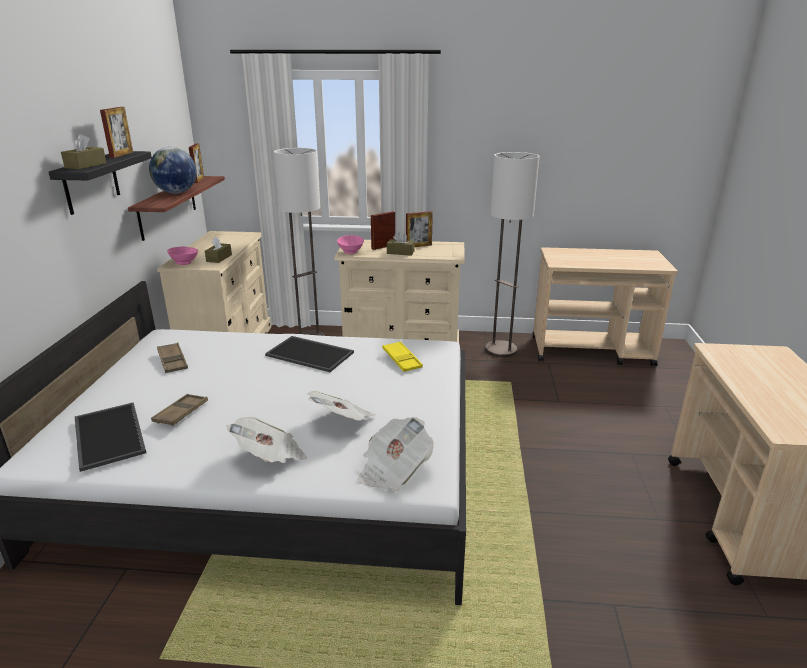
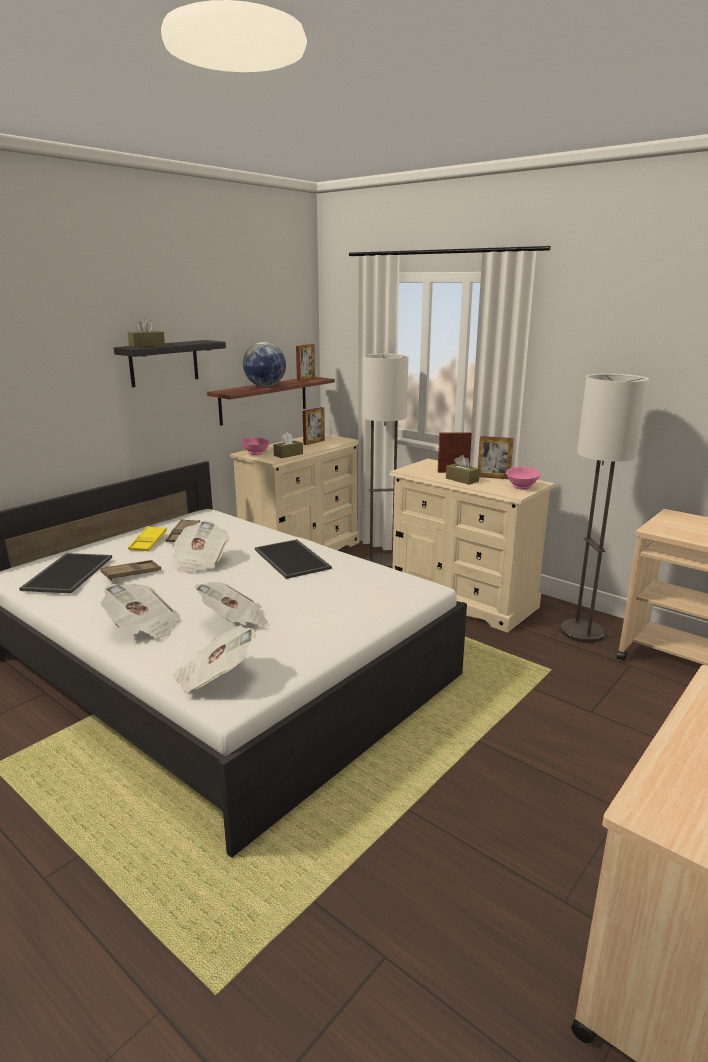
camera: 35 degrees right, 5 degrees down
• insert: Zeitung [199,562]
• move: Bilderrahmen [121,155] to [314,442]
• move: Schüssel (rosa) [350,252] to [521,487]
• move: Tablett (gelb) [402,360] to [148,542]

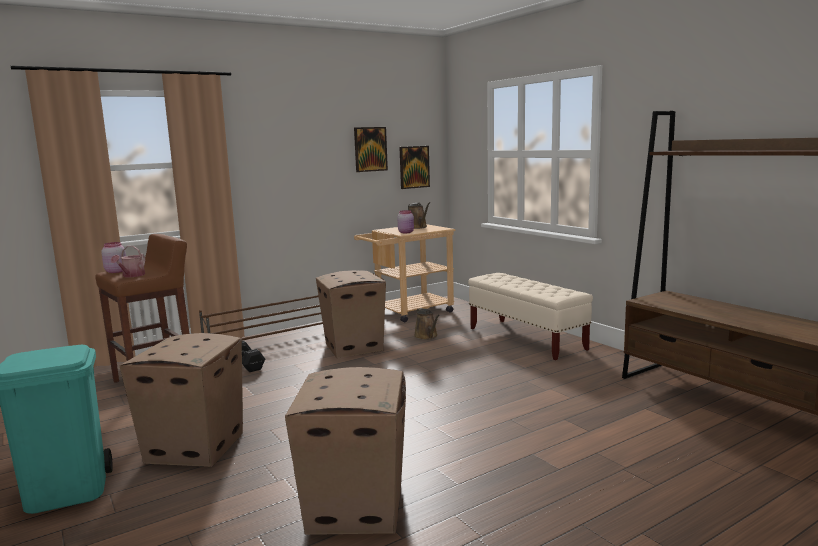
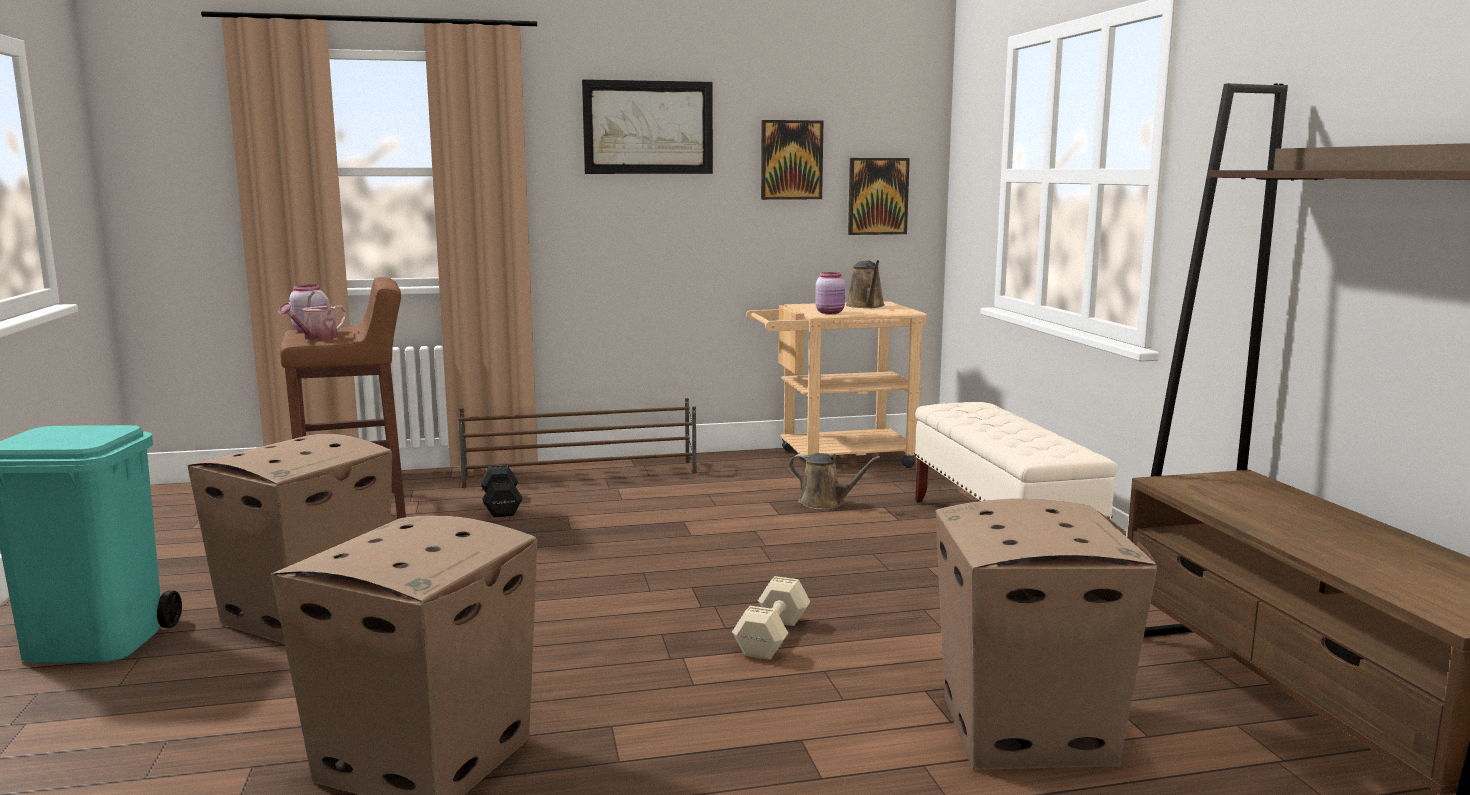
camera: 20 degrees right, 0 degrees up
• insert: Bild [648,127]
• insert: Hantel (beige) [774,636]
• move: Karton [353,347] to [1026,729]
• rotate: Gießkanne (braun) [427,336] = [825,503] 60 degrees counterclockwise

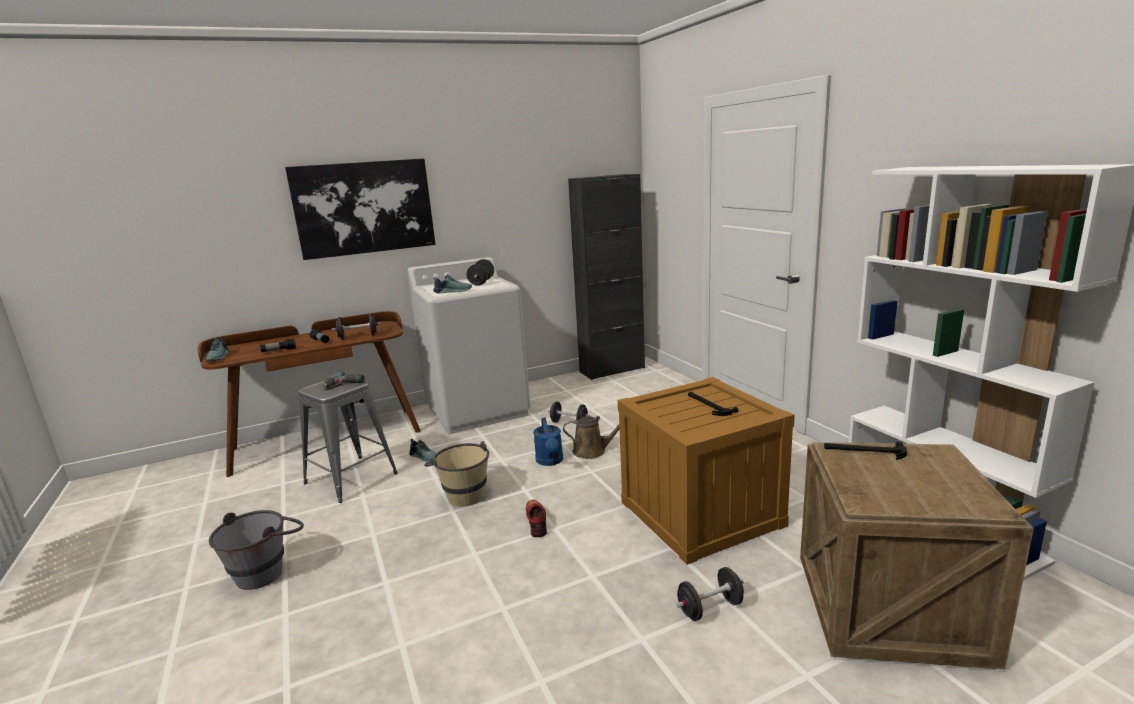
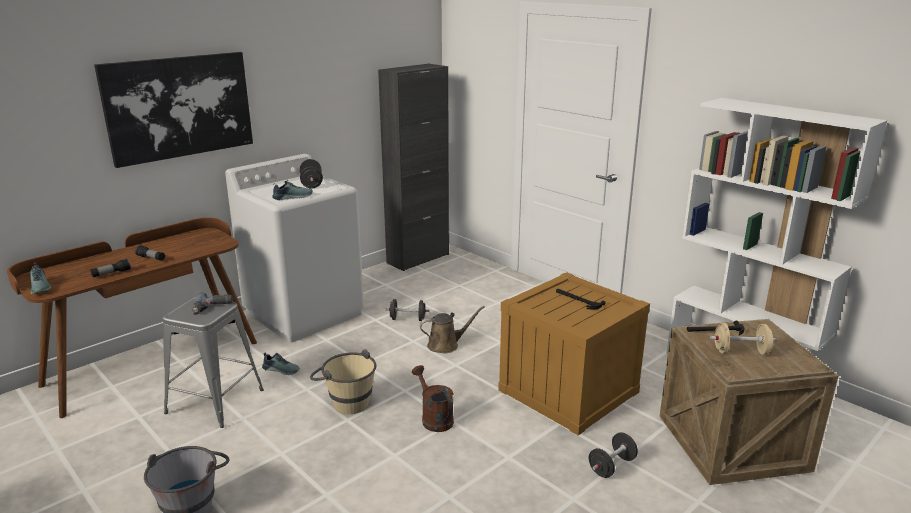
camera: 20 degrees left, 5 degrees up
• delete: Hantel (schwarz) [358,337]
• delete: Gießkanne (blau) [550,461]
• insert: Hantel (beige) [740,351]
• replace: Schuh (rot) [537,522] to Gießkanne (braun) [434,418]

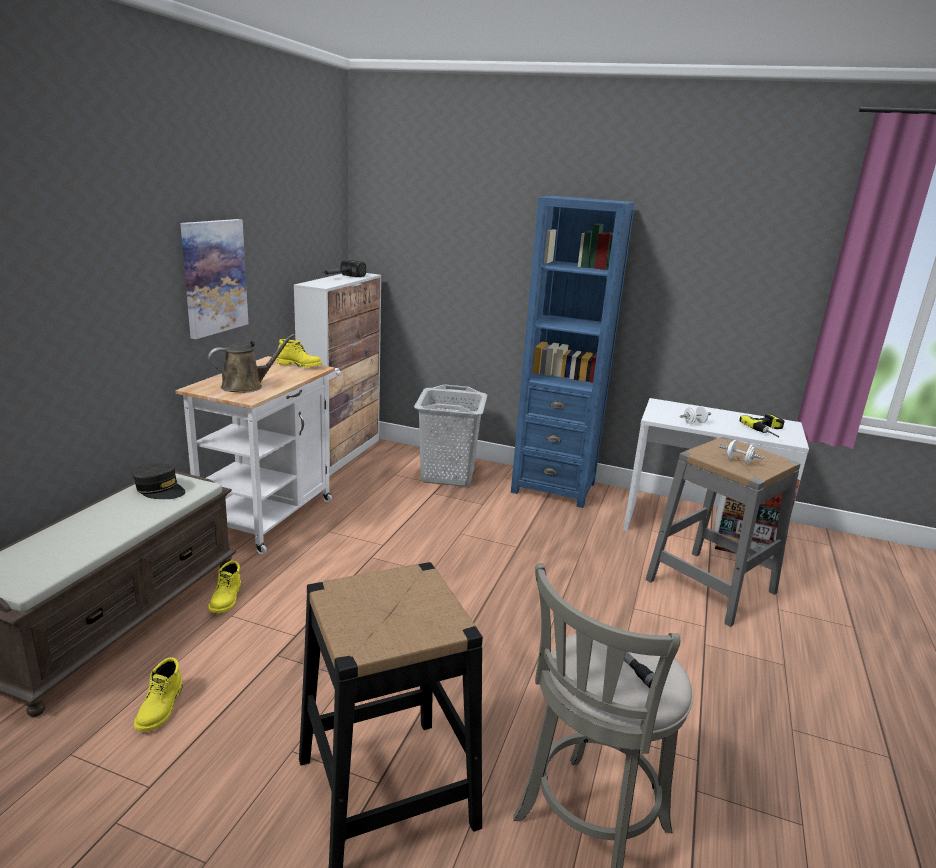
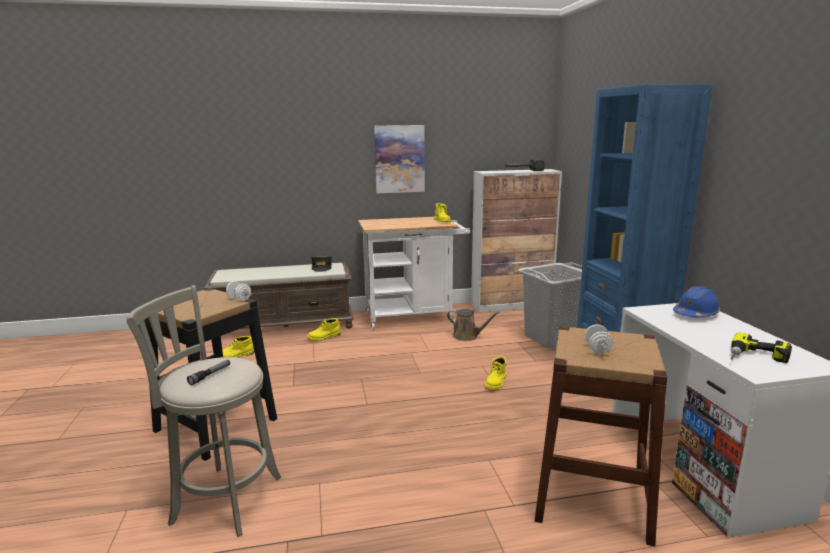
camera: 60 degrees right, 5 degrees down
• insert: Stiefel (gelb) [496,382]
• insert: Schutzhelm (blau) [695,314]
• move: Gießkanne (braun) [246,386] to [467,336]
• move: Hantel (weiß) [694,423] to [239,299]
• recolor: Hocker (grau) [710,586] to Hocker (braun) [592,495]

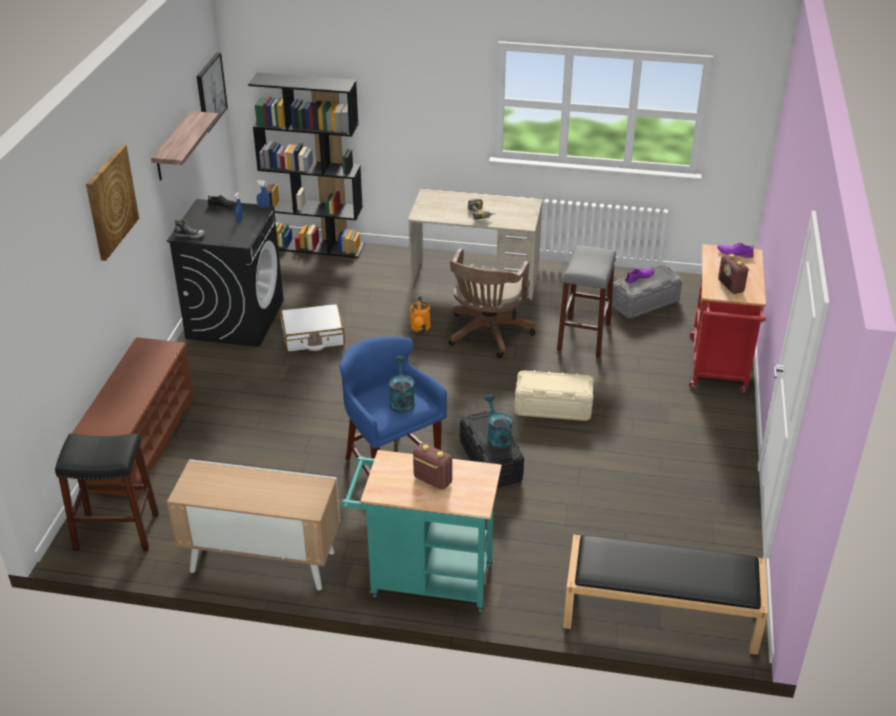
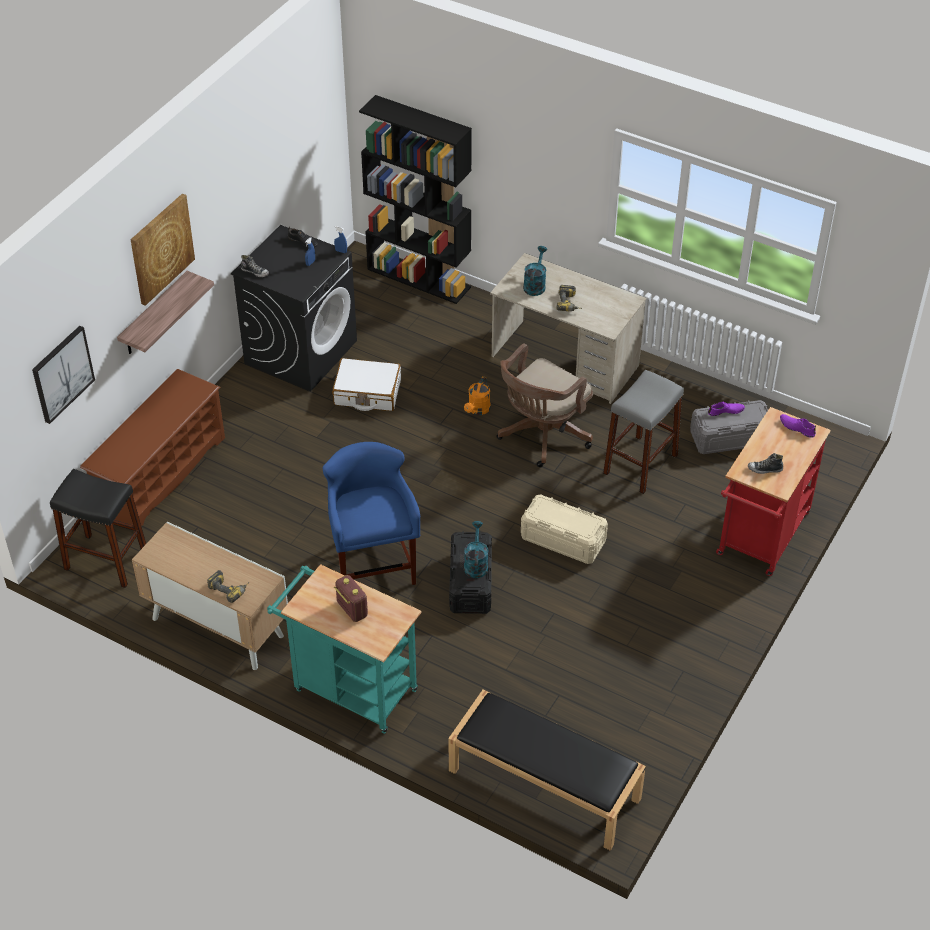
camera: 20 degrees right, 10 degrees up
• insert: Bohrmaschine [230,589]
• move: Wandregal [173,147] to [154,315]
• move: Bild [210,92] to [62,373]
• move: Gießkanne (türkis) [401,401] to [535,284]
• replace: Radio [731,287] to Schuh [765,469]

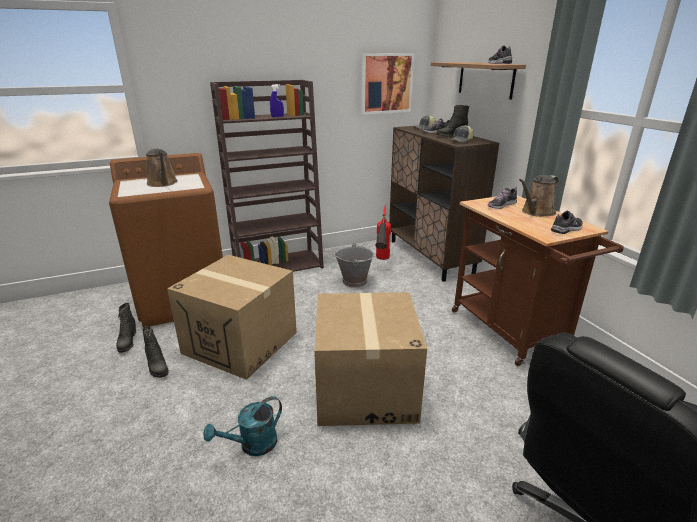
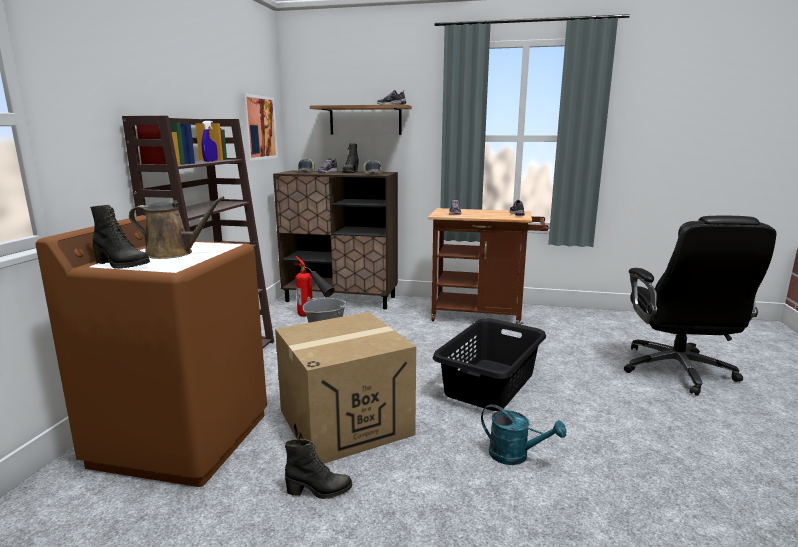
camera: 55 degrees left, 10 degrees down
• delete: Gießkanne (braun) [536,212]
• move: Stiefel (schwarz) [127,342] to [121,265]
• replace: Karton [365,388] to Wäschekorb (schwarz) [489,383]
• rotate: Gießkanne (türkis) [252,445] = [515,456] 60 degrees counterclockwise

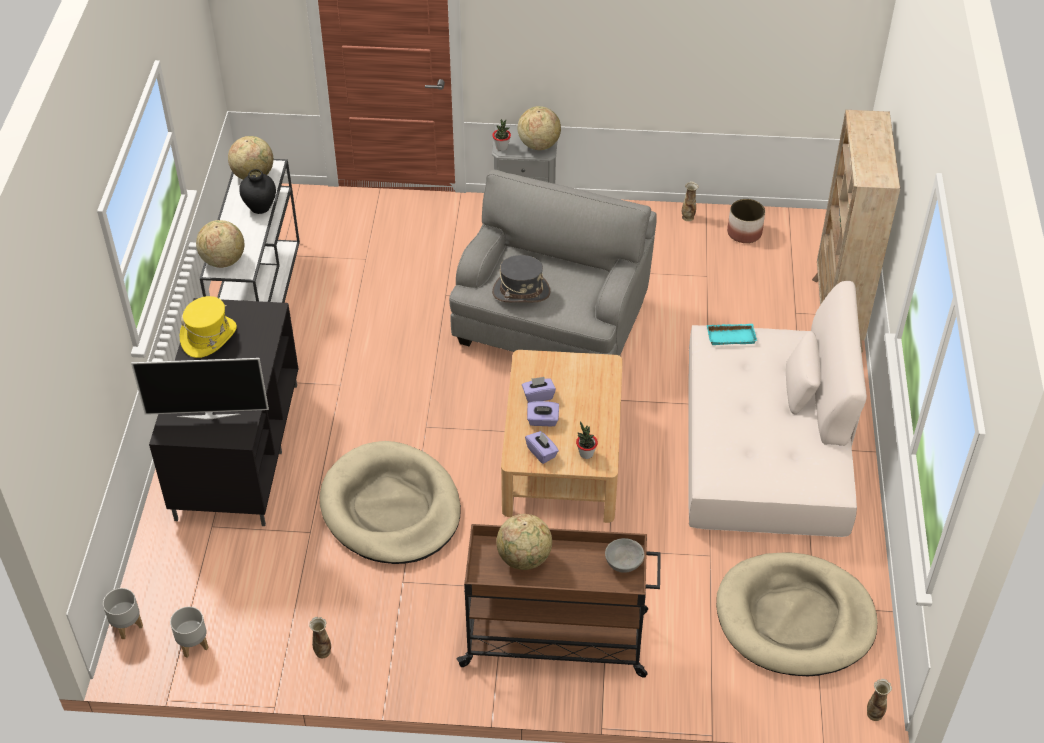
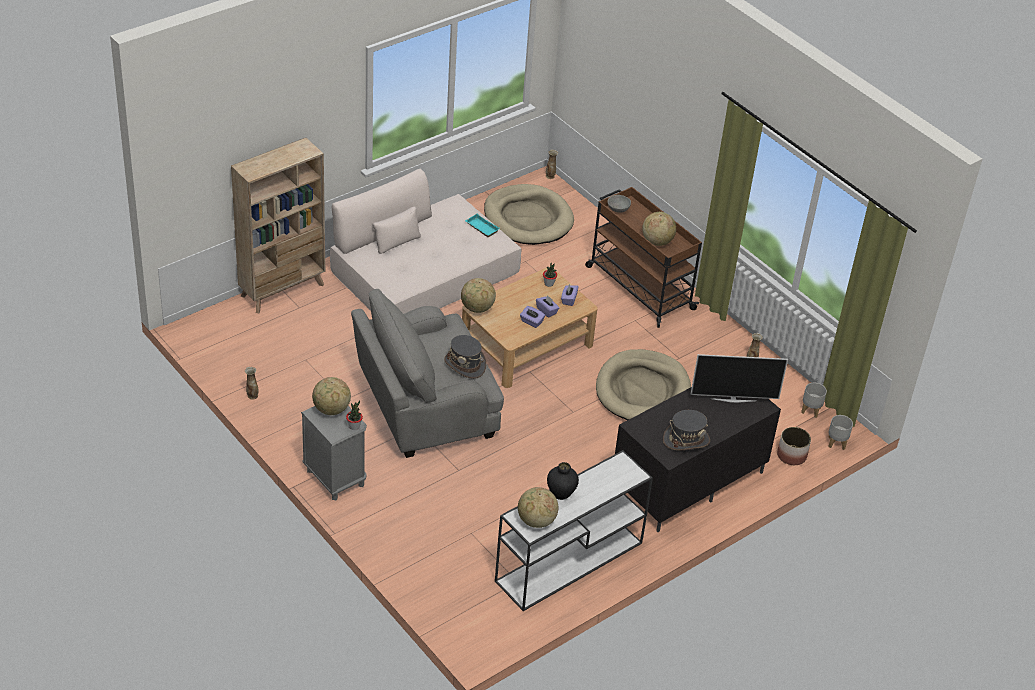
camera: 135 degrees left, 5 degrees down
• move: Globus [223,260] to [477,308]
• move: Tablett (türkis) [731,336] to [481,228]
• move: Pflanzkübel [744,233] to [791,455]
• recolor: Hut (gelb) [209,337] to Hut (grau) [686,440]
• rotate: Fernseher [208,414] = [733,399] 135 degrees clockwise

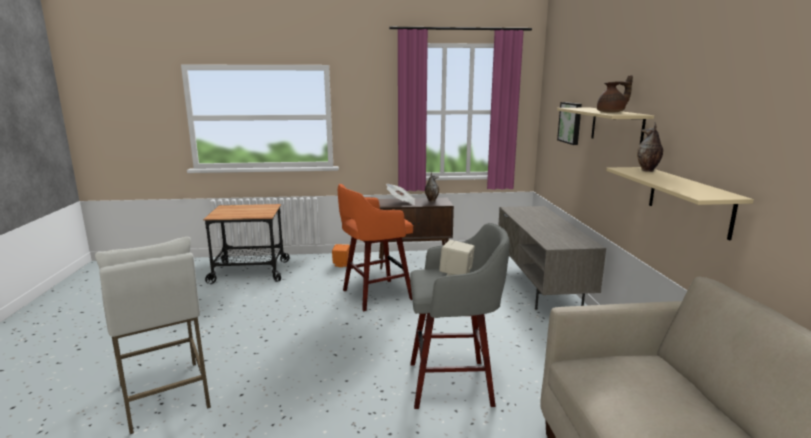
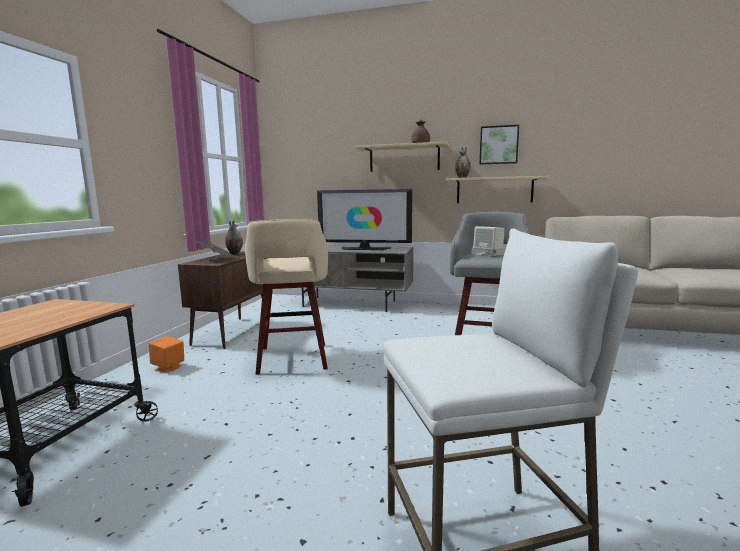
camera: 70 degrees left, 5 degrees down
• insert: Fernseher [364,249]
• move: Bild [571,123] to [498,145]
• recolor: Hocker (orange) [375,295] to Hocker (beige) [292,359]

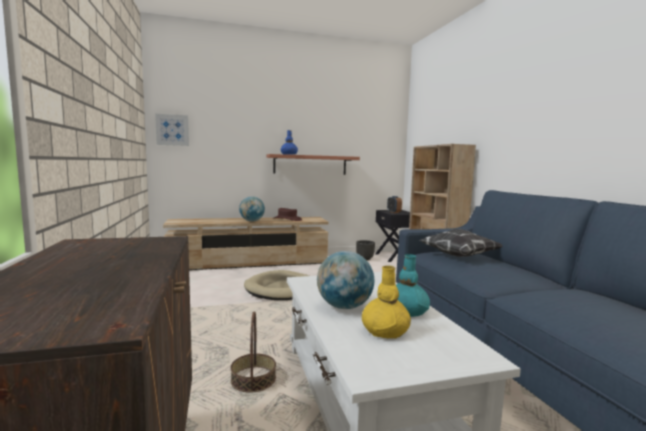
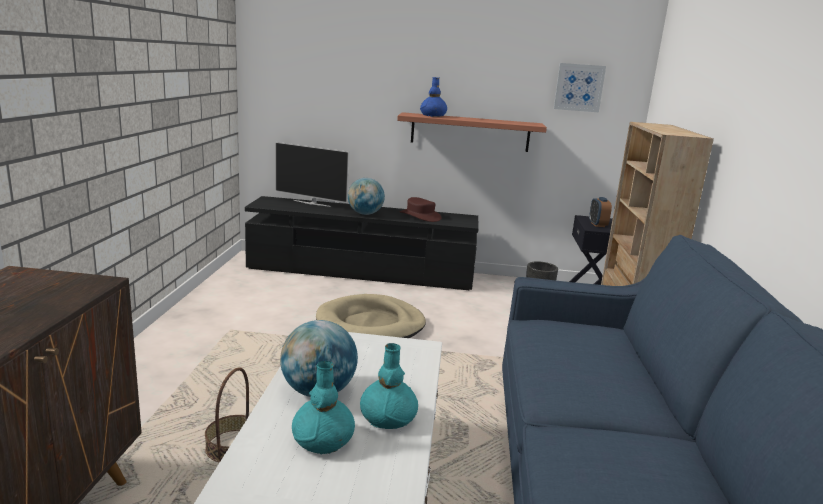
camera: 20 degrees right, 10 degrees up
• delete: Kissen [458,256]
• insert: Fernseher [312,203]
• move: Bild [172,130] to [579,87]
• recolor: Fernsehschrank (beige) [249,262] to Fernsehschrank (schwarz) [361,271]
• recolor: Vase (gelb) [385,331] to Vase (türkis) [323,440]

